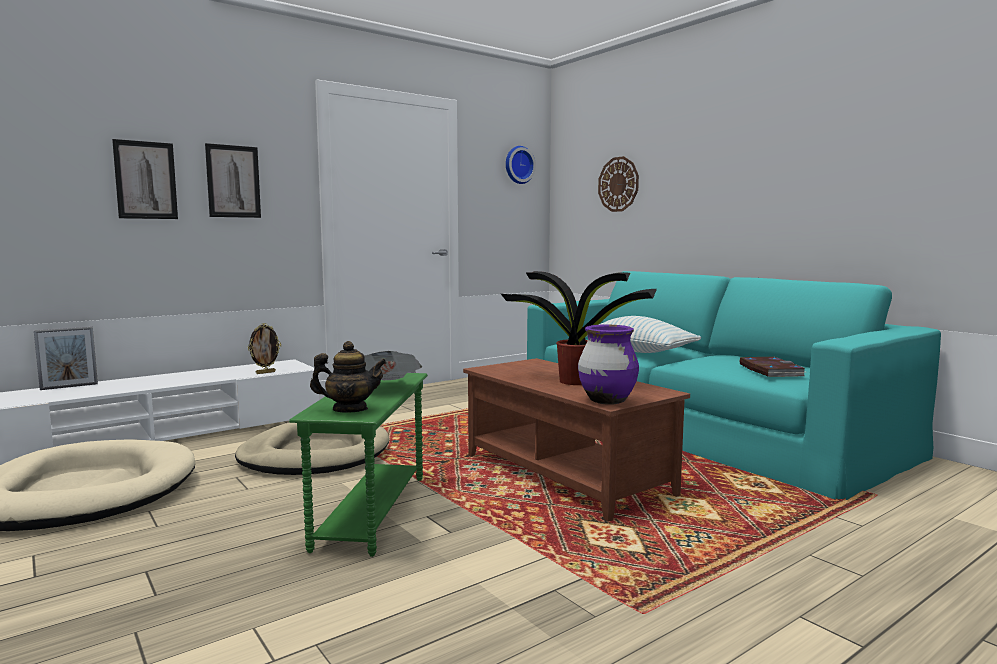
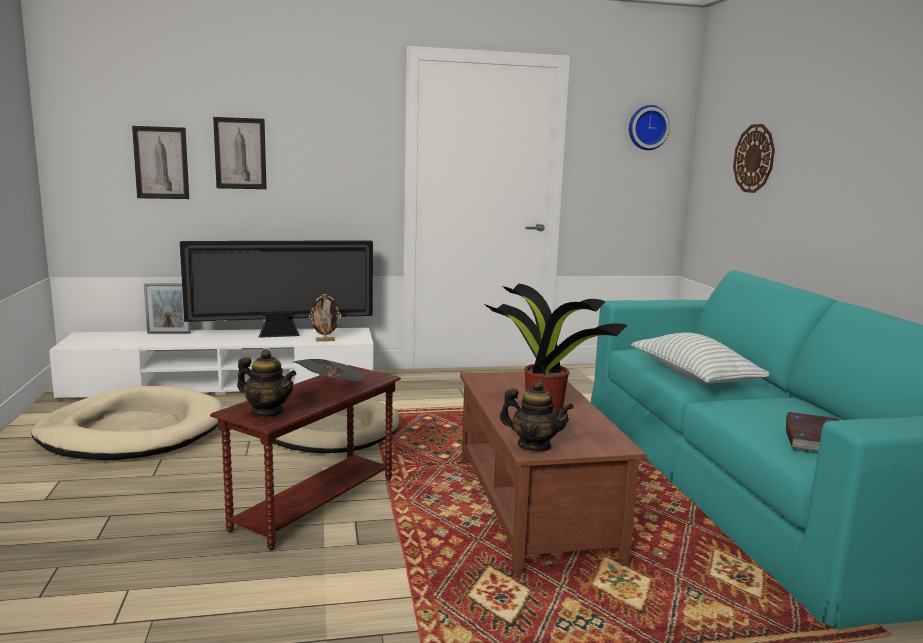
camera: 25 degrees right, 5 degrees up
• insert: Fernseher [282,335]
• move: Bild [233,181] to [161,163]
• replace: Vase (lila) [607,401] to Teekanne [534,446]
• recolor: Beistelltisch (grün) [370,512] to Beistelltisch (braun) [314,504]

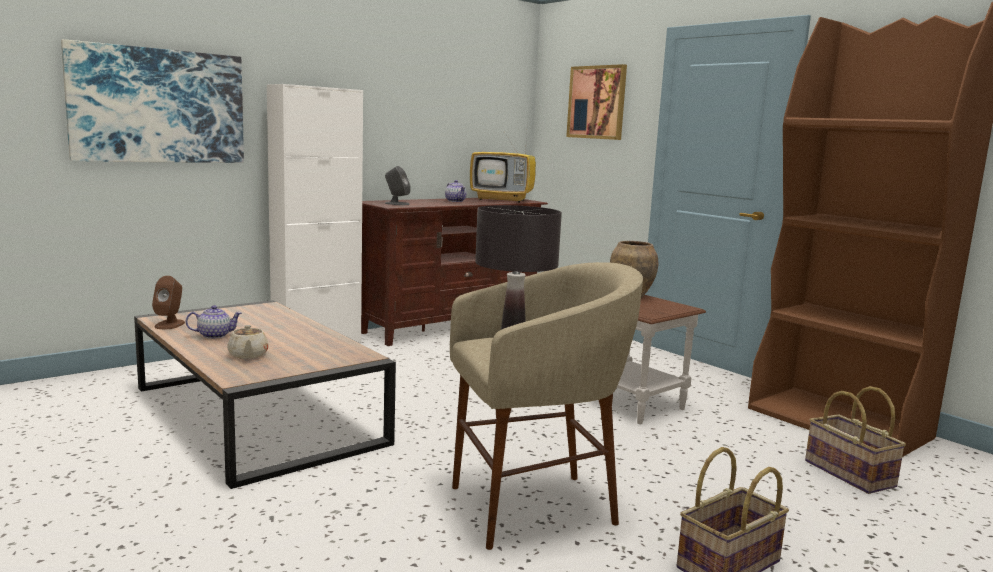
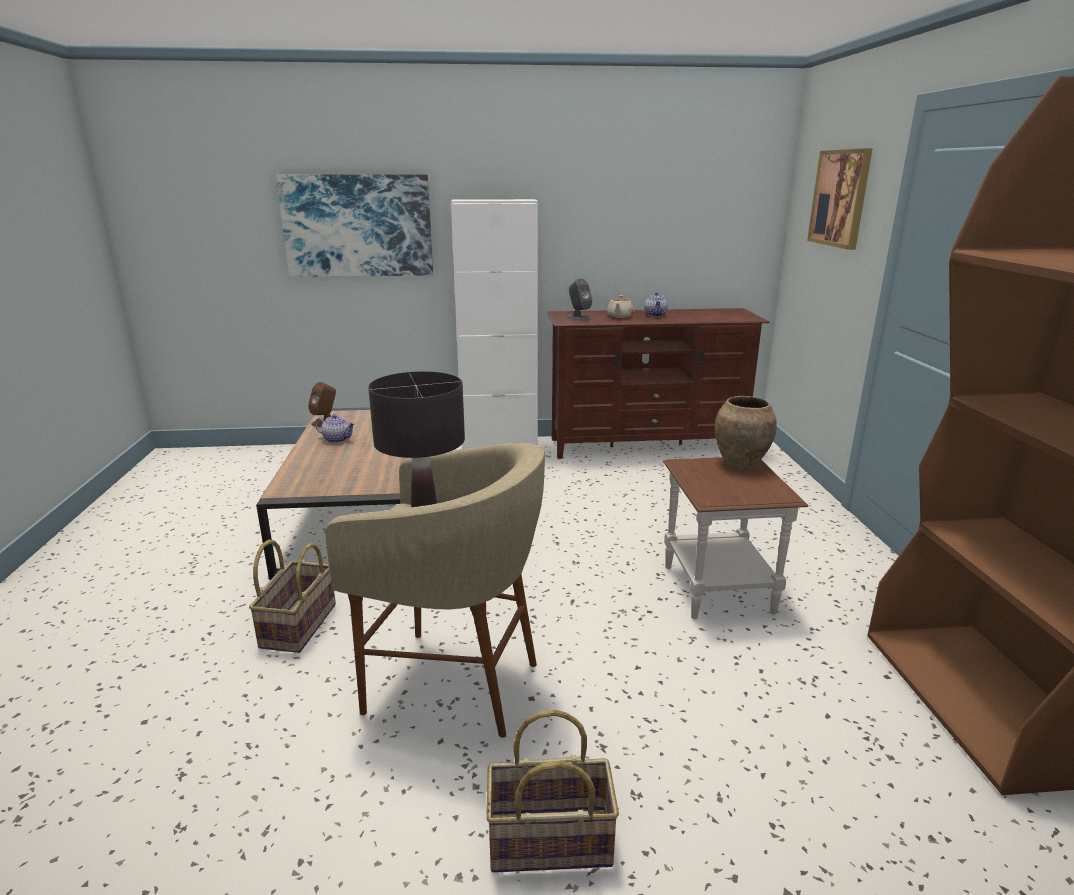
camera: 35 degrees right, 10 degrees up
• delete: Fernseher [503,200]
• move: Teekanne (beige) [248,355] to [619,316]
• move: Korb [848,474] to [297,625]

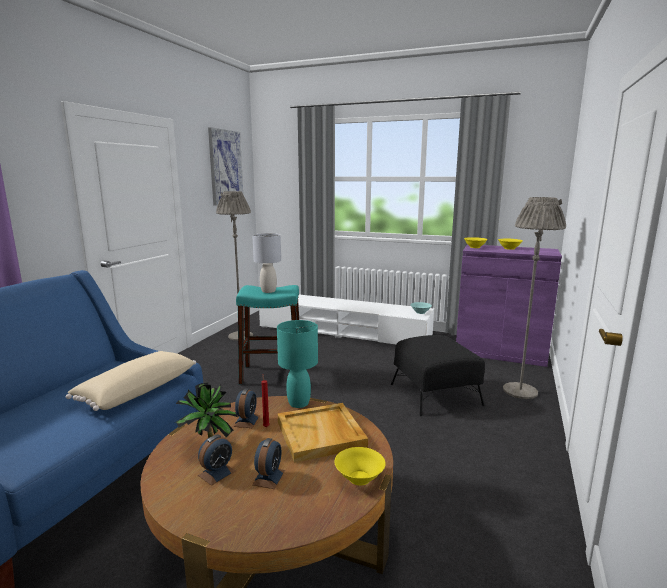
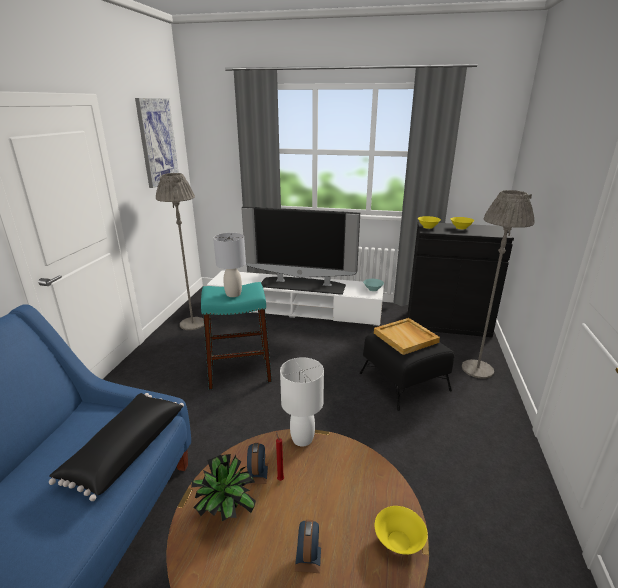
camera: 10 degrees left, 10 degrees up
• delete: Wecker [216,473]
• insert: Fernseher [302,285]
• move: Tablett (beige) [321,434] to [406,338]
• recolor: Kissen (beige) [137,390] to Kissen (schwarz) [125,450]
• recolor: Tischlampe (türkis) [299,403] to Tischlampe (weiß) [303,439]
• recolor: Schrank (lila) [500,352] to Schrank (schwarz) [447,323]

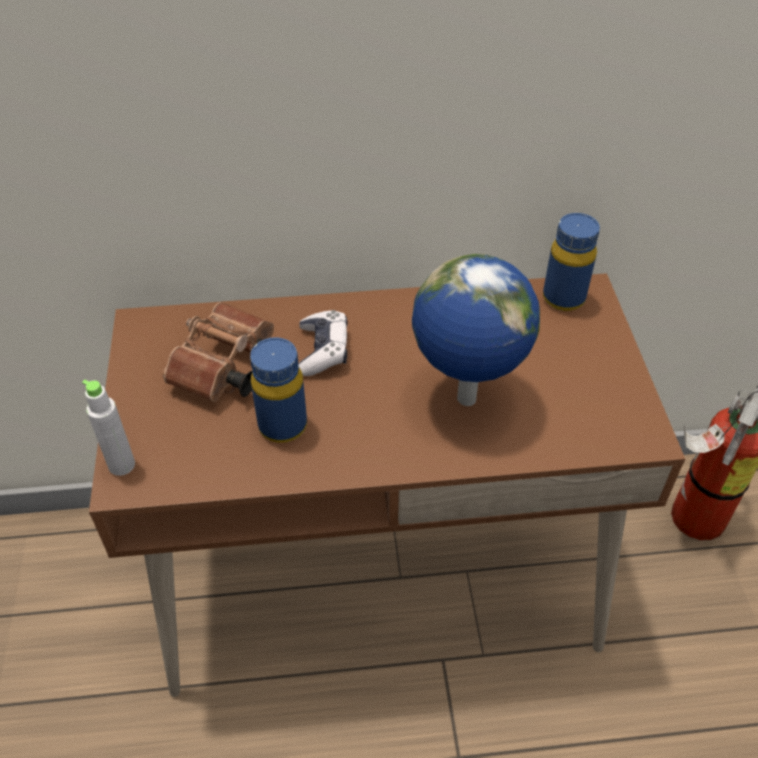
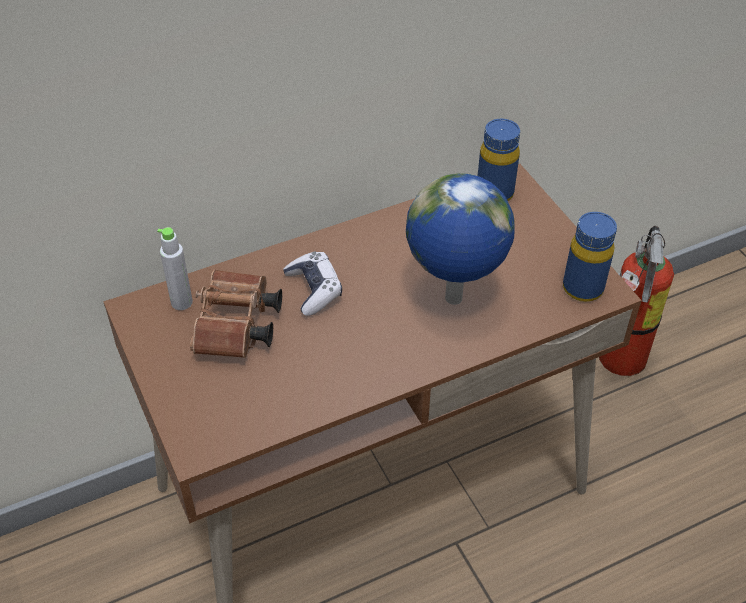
camera: 20 degrees left, 0 degrees up
• move: Flasche (grau) [121,465] to [181,302]
• move: Flasche (blau) [282,426] to [582,288]

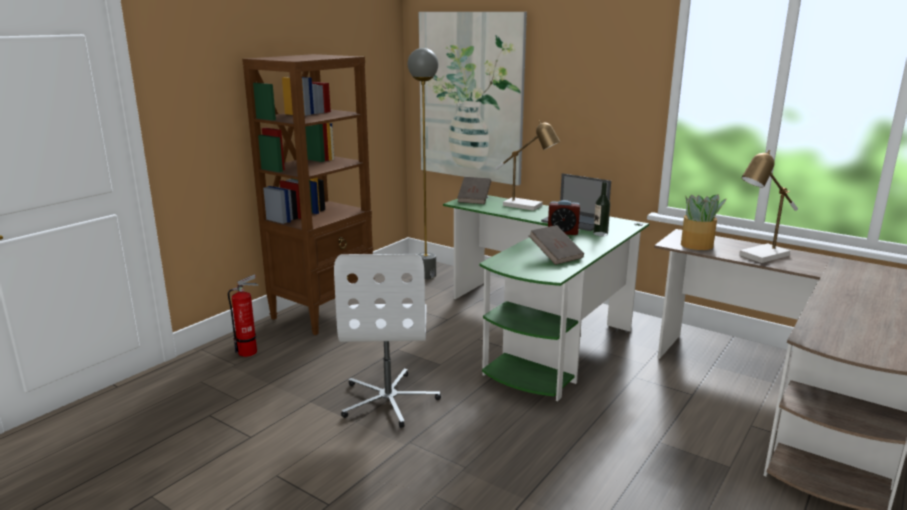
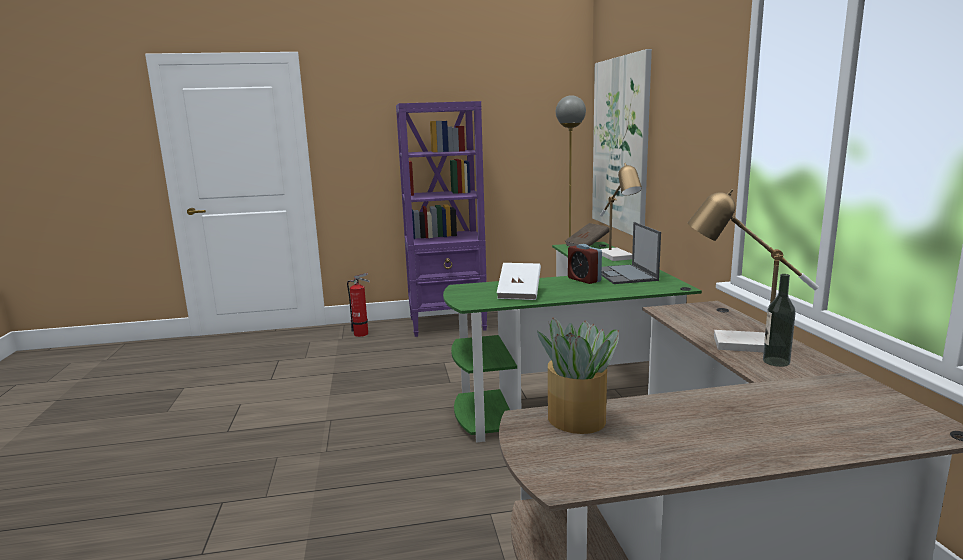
camera: 45 degrees right, 5 degrees down
• delete: Bürostuhl (weiß) [389,399]
• move: Flasche [600,234] to [776,362]
• move: Topfpflanze [697,245] to [577,420]
• recolor: Bücherregal (braun) [324,312] to Bücherregal (lila) [448,324]
• recolor: Buch (braun) [555,256] to Buch (weiß) [519,293]

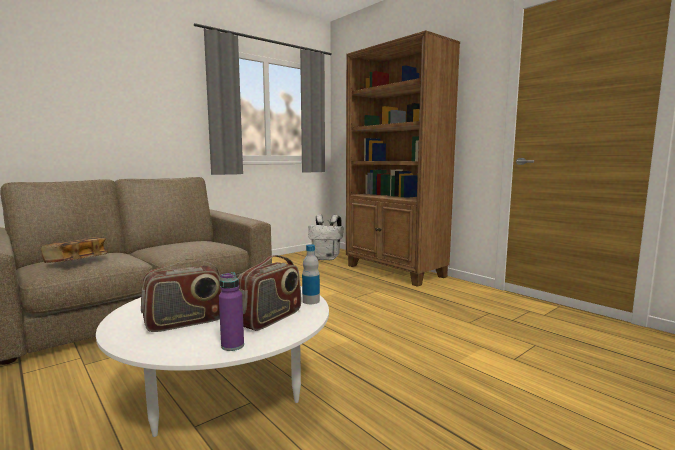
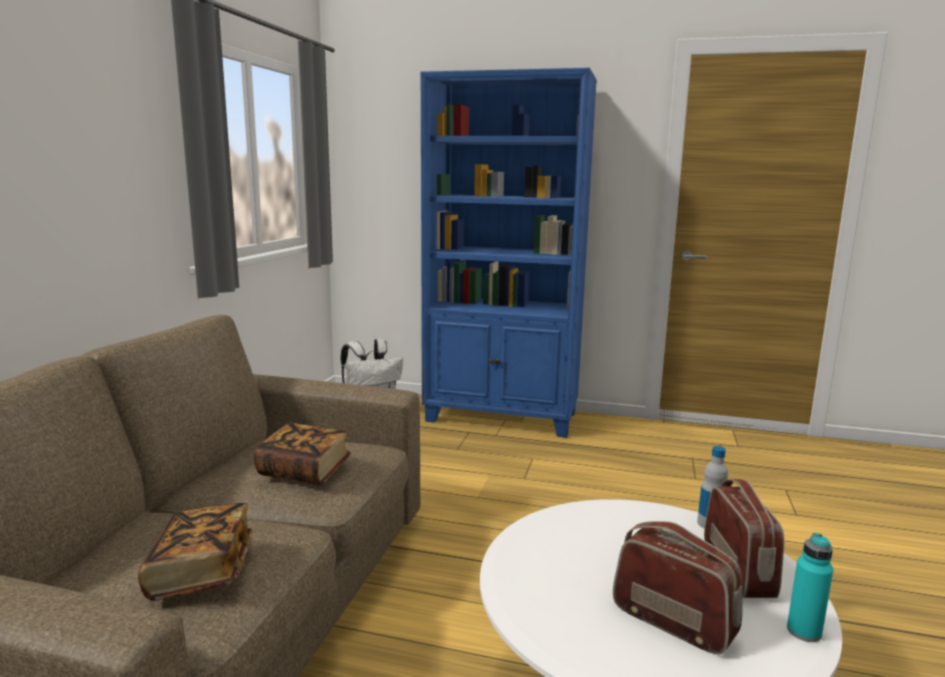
camera: 35 degrees left, 5 degrees up
• insert: Buch [304,471]
• recolor: Flasche (lila) [232,346] to Flasche (türkis) [804,631]
• recolor: Bücherregal (braun) [395,271] to Bücherregal (blau) [502,417]
• rotate: Radio [185,322] = [673,621] 75 degrees counterclockwise

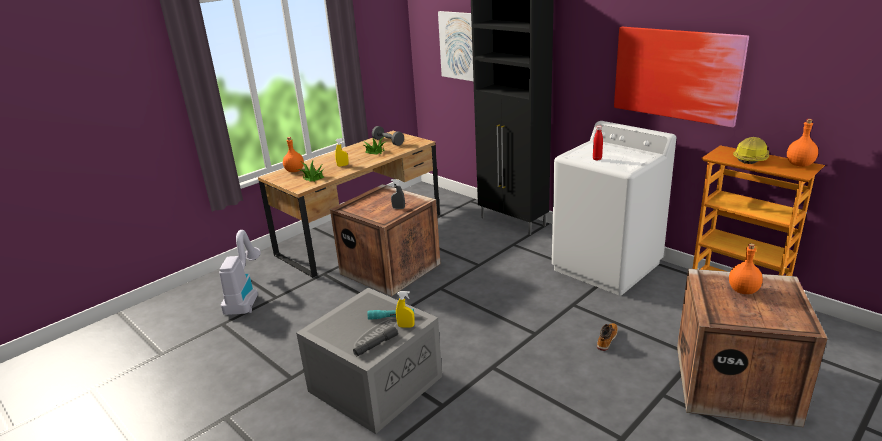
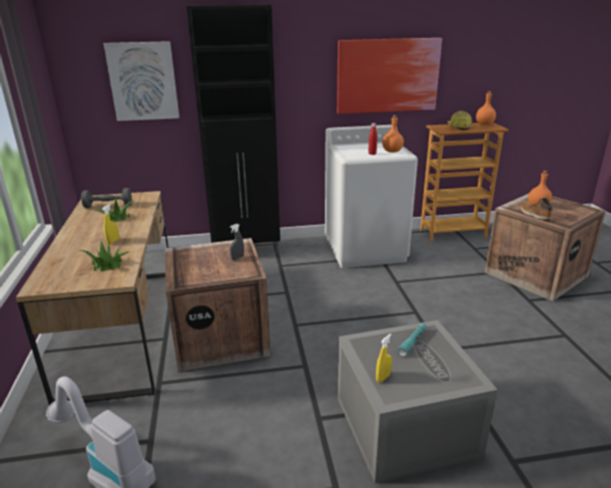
camera: 55 degrees left, 0 degrees up
• delete: Taschenlampe (grau) [376,345]
• move: Flasche (orange) [295,170] to [392,151]
• move: Sprühflasche (gelb) [406,326] to [383,378]
• move: Stiefel [606,339] to [534,215]

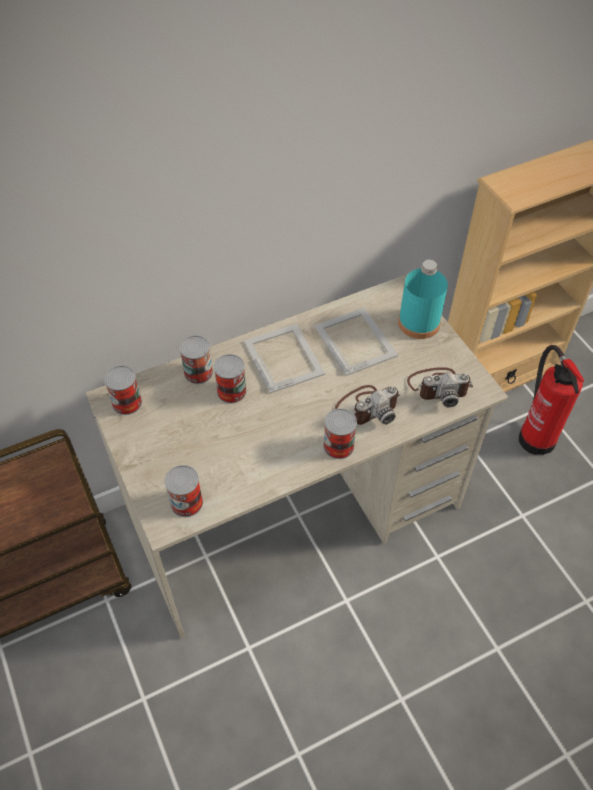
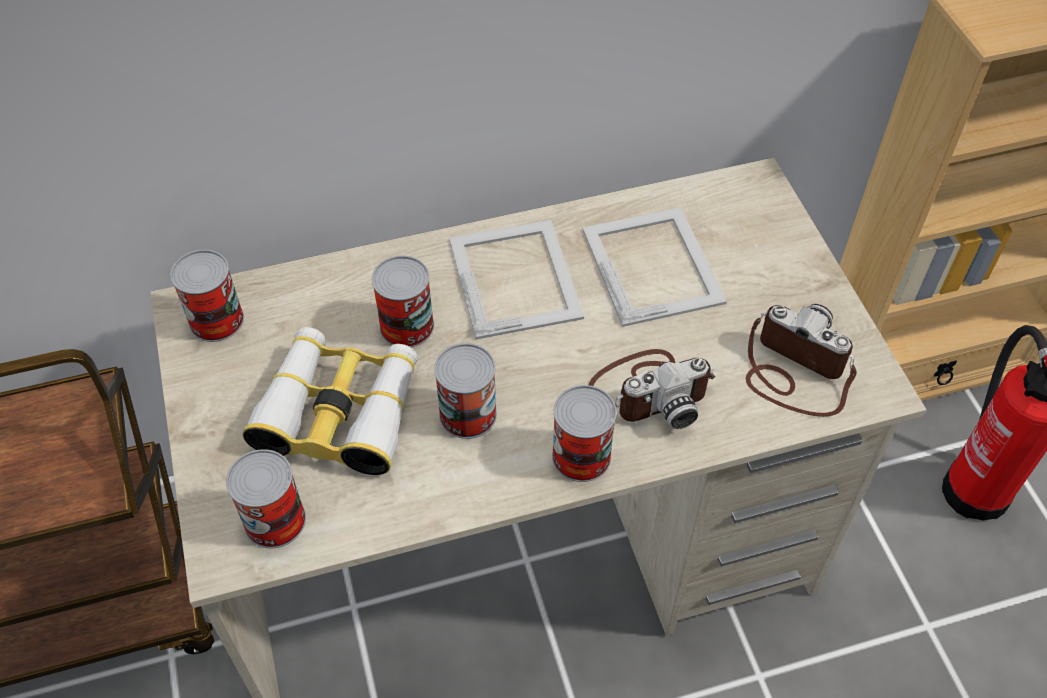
camera: 10 degrees right, 0 degrees up
• delete: Flasche (türkis) [419,323]
• insert: Fernglas [340,410]
• move: Dose [198,372] to [468,414]
• rotate: Kamera [439,387] = [794,372] 150 degrees counterclockwise

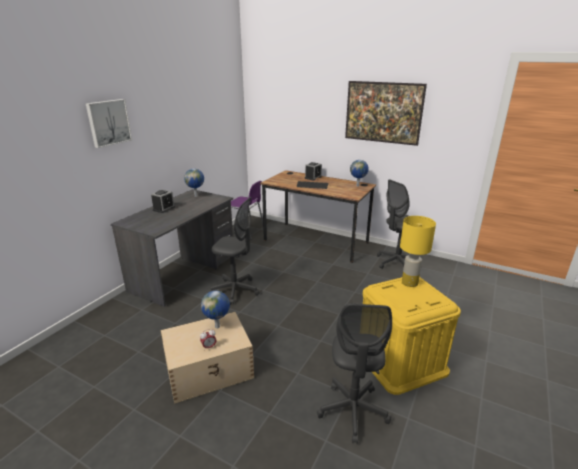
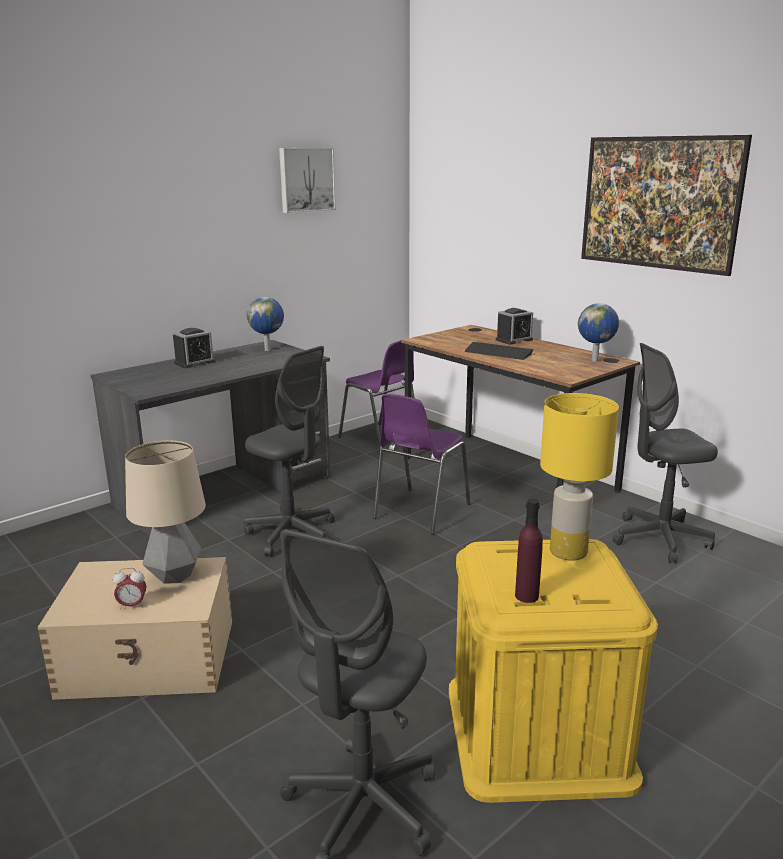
camera: 20 degrees right, 5 degrees down
• insert: Stuhl (lila) [419,512]
• insert: Flasche (lila) [526,596]
• move: Bild [108,122] to [306,179]
• replace: Globus [218,327] to Tischlampe [175,576]

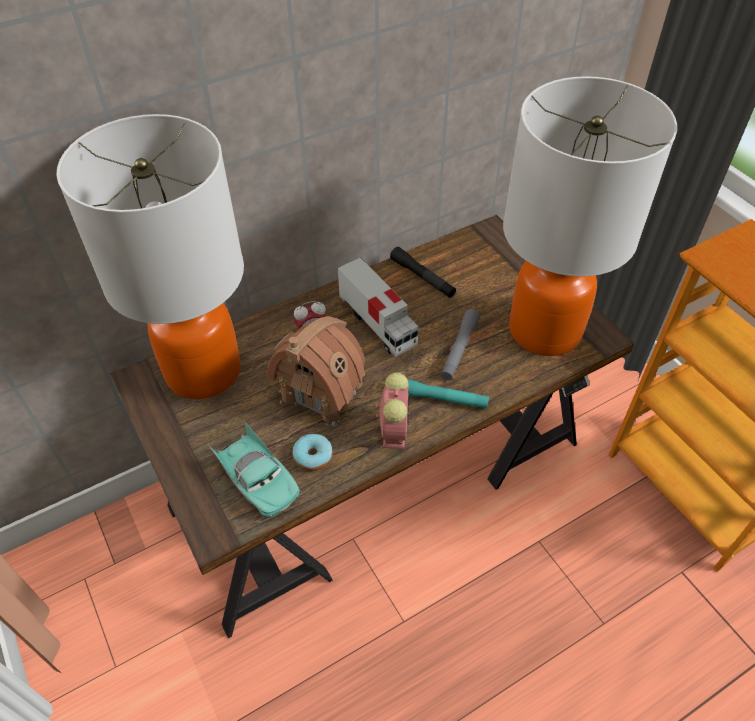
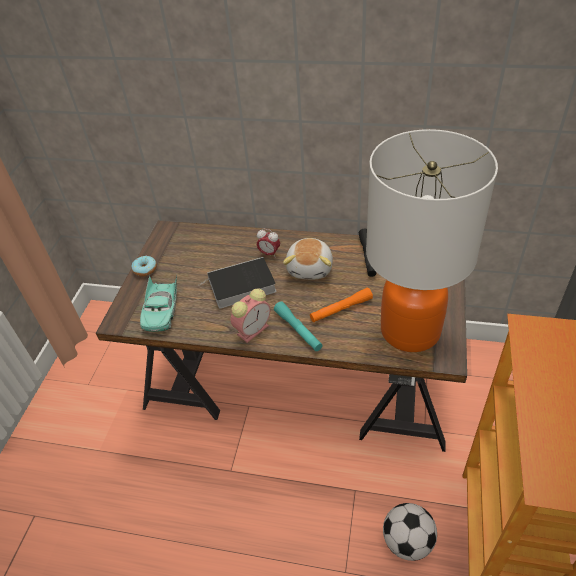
camera: 45 degrees right, 5 degrees down
• delete: Tischlampe [204,371]
• insert: Fußball [407,541]
• move: Donut [313,456] to [145,269]
• replace: Spielzeughaus [322,391] to Buch [240,286]
• replace: Spielzeuglaster [378,323] to Plüschtier [310,268]
• recolor: Taschenlampe (grau) [459,349] to Taschenlampe (orange) [341,309]

